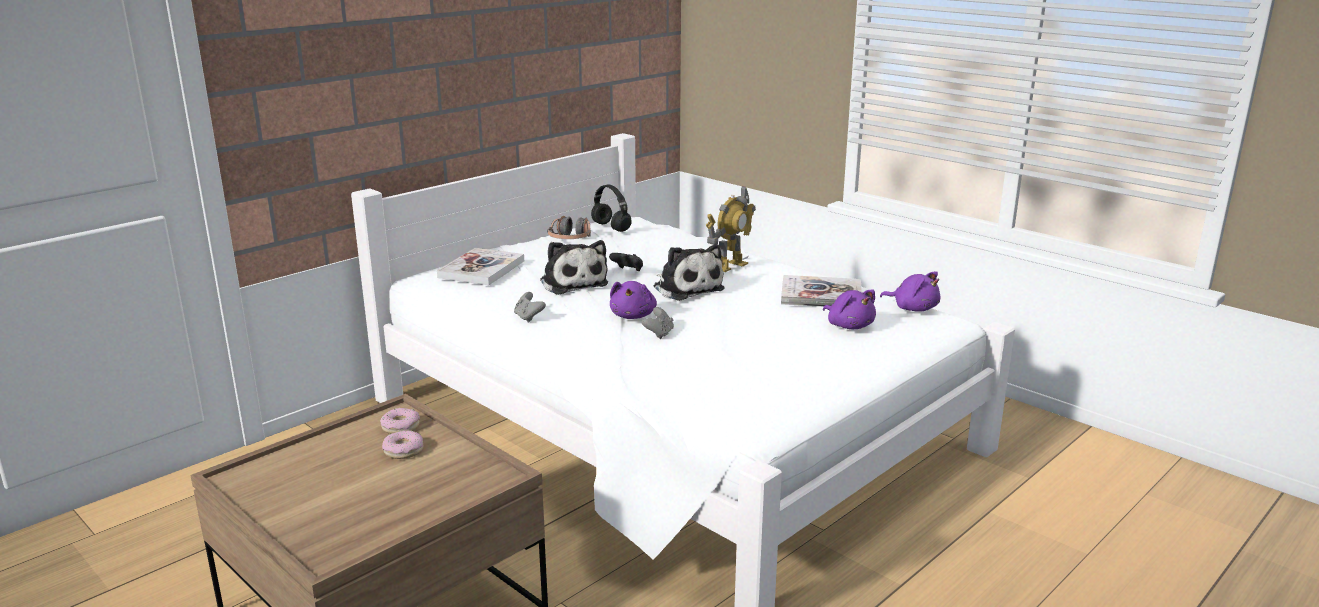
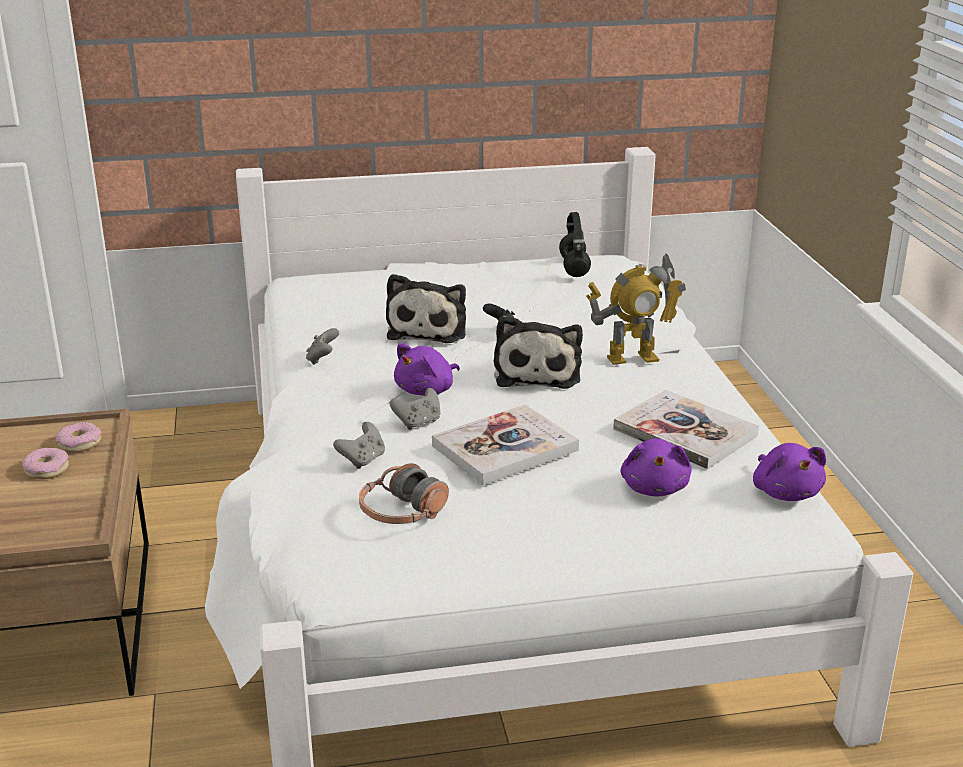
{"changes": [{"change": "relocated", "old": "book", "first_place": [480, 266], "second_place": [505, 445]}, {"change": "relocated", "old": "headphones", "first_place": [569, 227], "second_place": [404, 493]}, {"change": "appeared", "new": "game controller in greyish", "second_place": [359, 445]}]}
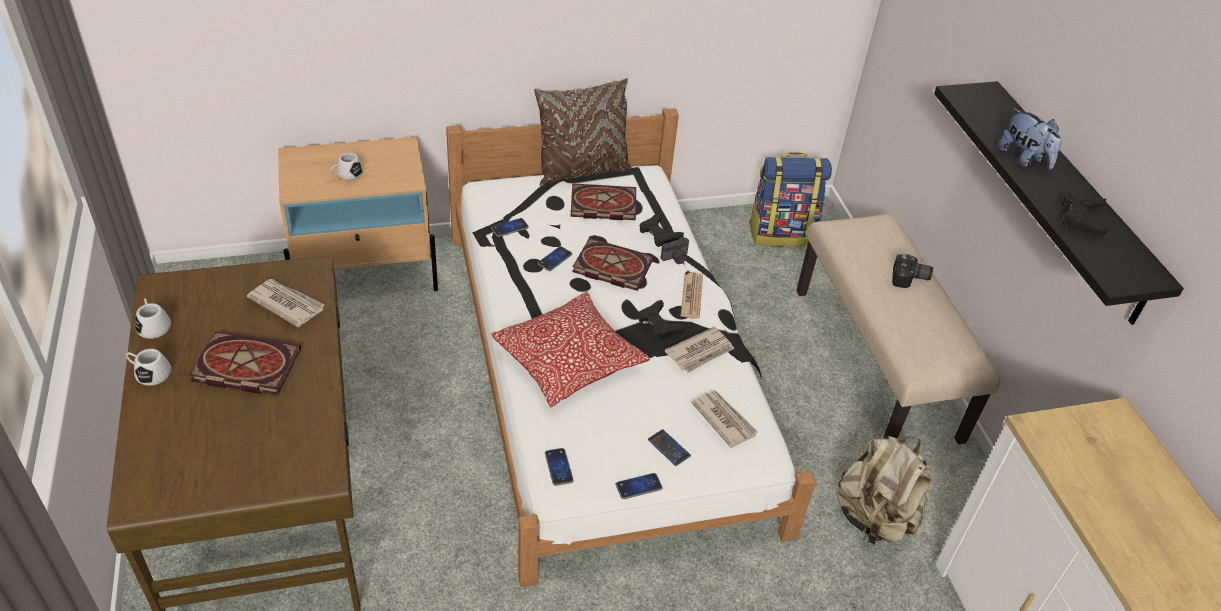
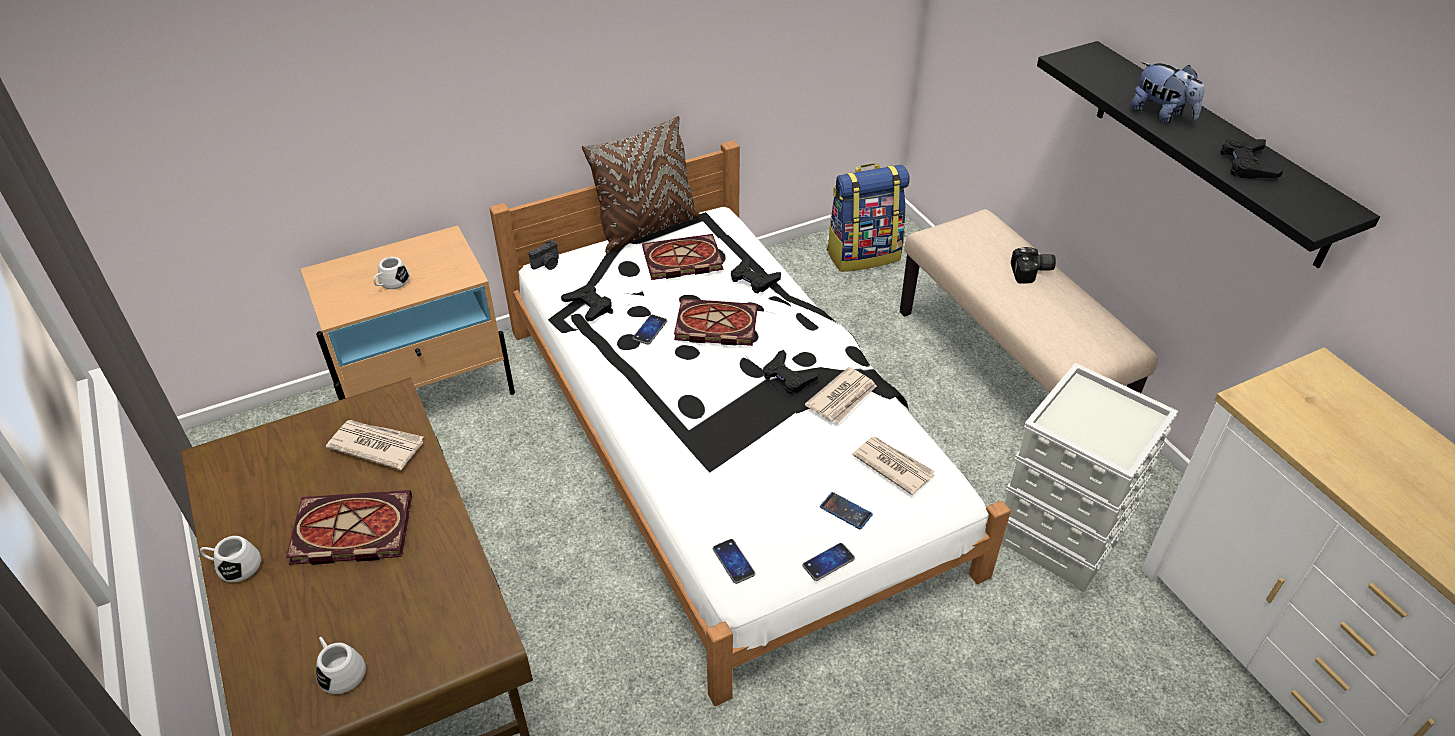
{"changes": [{"change": "relocated", "old": "tea mug in white-coloured", "first_place": [153, 318], "second_place": [341, 665]}, {"change": "exchanged", "old": "handset", "new": "game controller in black", "first_place": [510, 227], "second_place": [586, 303]}, {"change": "missing", "old": "pillow", "first_place": [570, 349]}, {"change": "relocated", "old": "still camera", "first_place": [675, 250], "second_place": [543, 255]}, {"change": "missing", "old": "daily paper", "first_place": [691, 296]}, {"change": "exchanged", "old": "knapsack in beige", "new": "storage container in greyish", "first_place": [883, 490], "second_place": [1090, 478]}]}
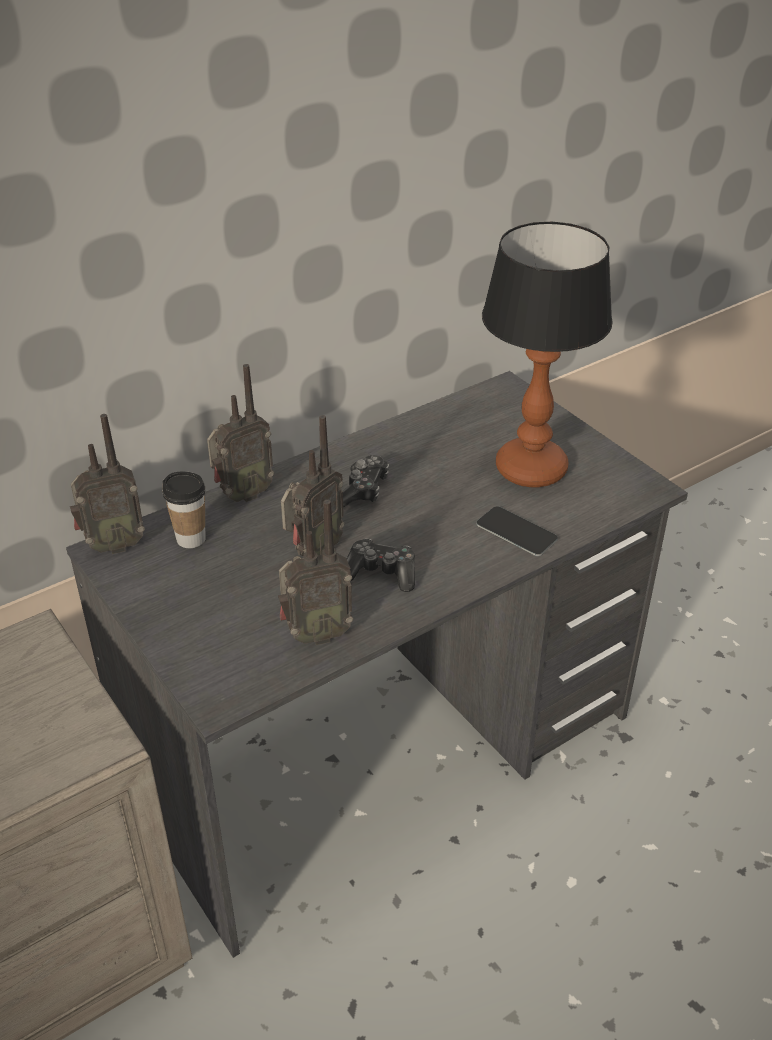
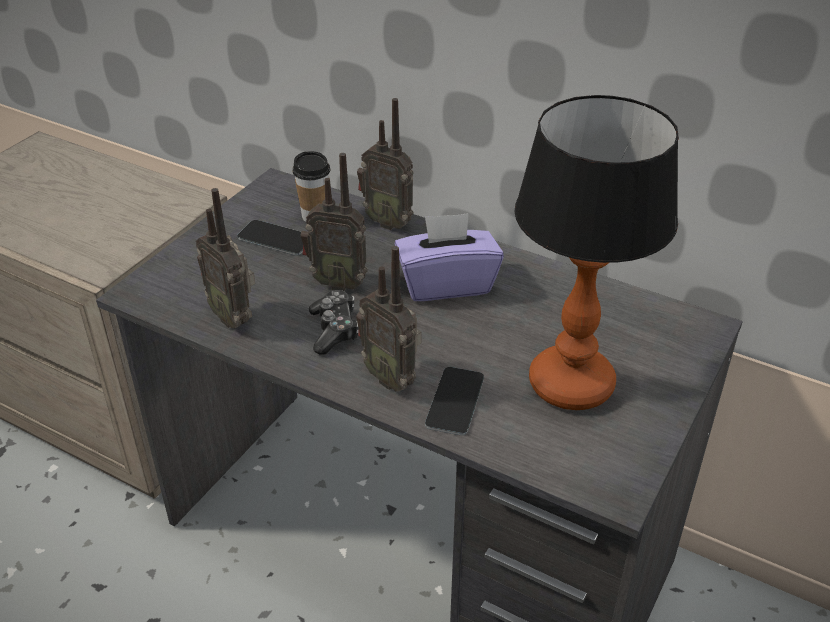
{"changes": [{"change": "relocated", "old": "radio receiver", "first_place": [107, 484], "second_place": [388, 318]}, {"change": "exchanged", "old": "game controller", "new": "tissue box in purple-coloured", "first_place": [366, 481], "second_place": [449, 257]}, {"change": "appeared", "new": "handset", "second_place": [270, 237]}]}
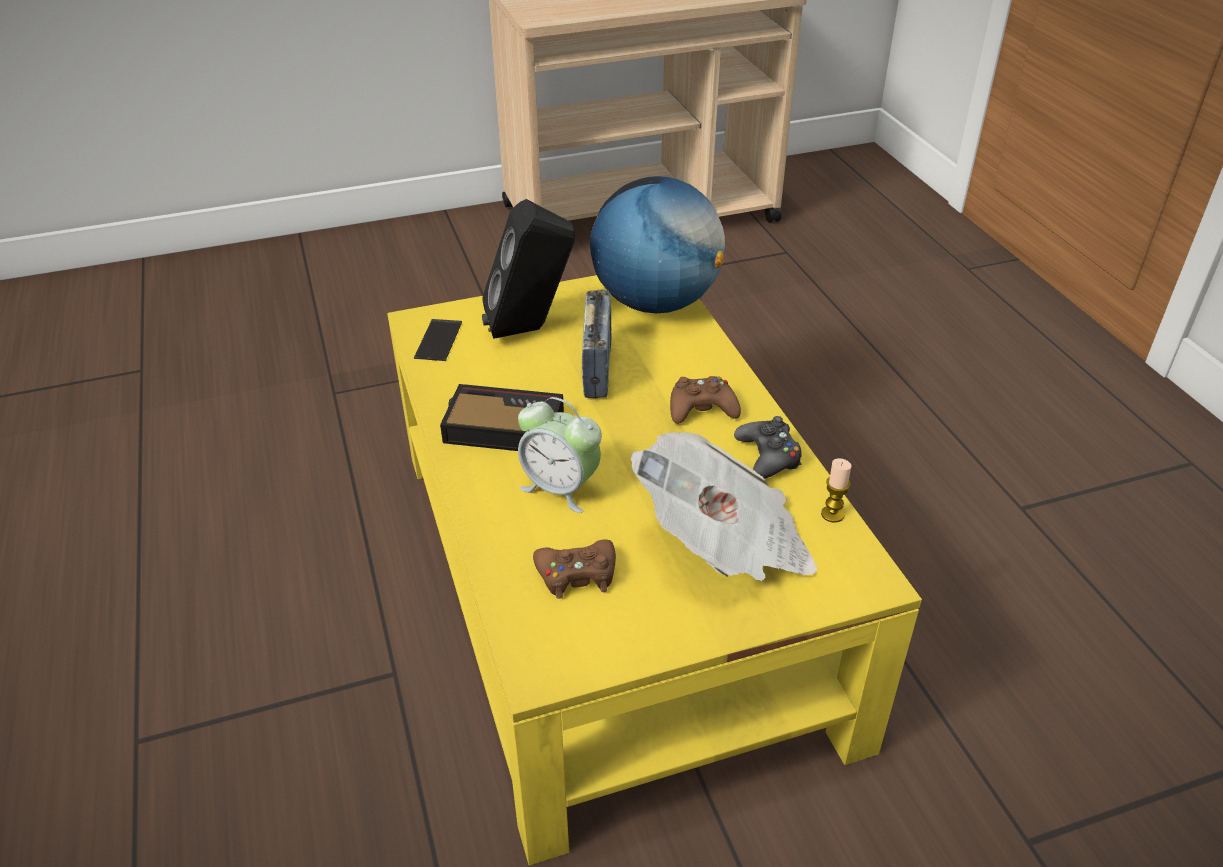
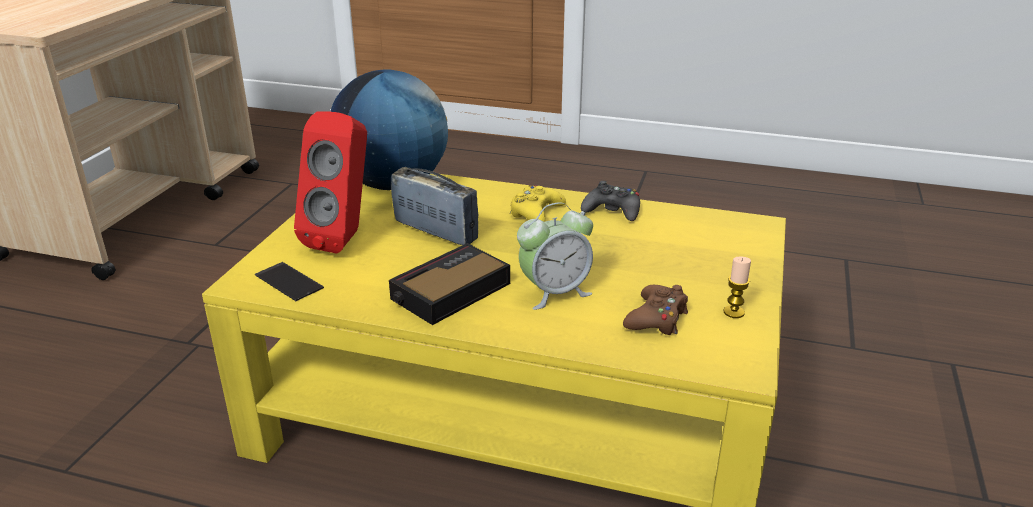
{"changes": [{"change": "colour", "old": "speaker in black", "new": "speaker in reddish", "first_place": [528, 269], "second_place": [330, 182]}, {"change": "missing", "old": "daily paper", "first_place": [724, 506]}, {"change": "colour", "old": "game controller in brown", "new": "game controller in yellowish", "first_place": [705, 400], "second_place": [538, 203]}, {"change": "relocated", "old": "wax light", "first_place": [836, 490], "second_place": [737, 287]}]}
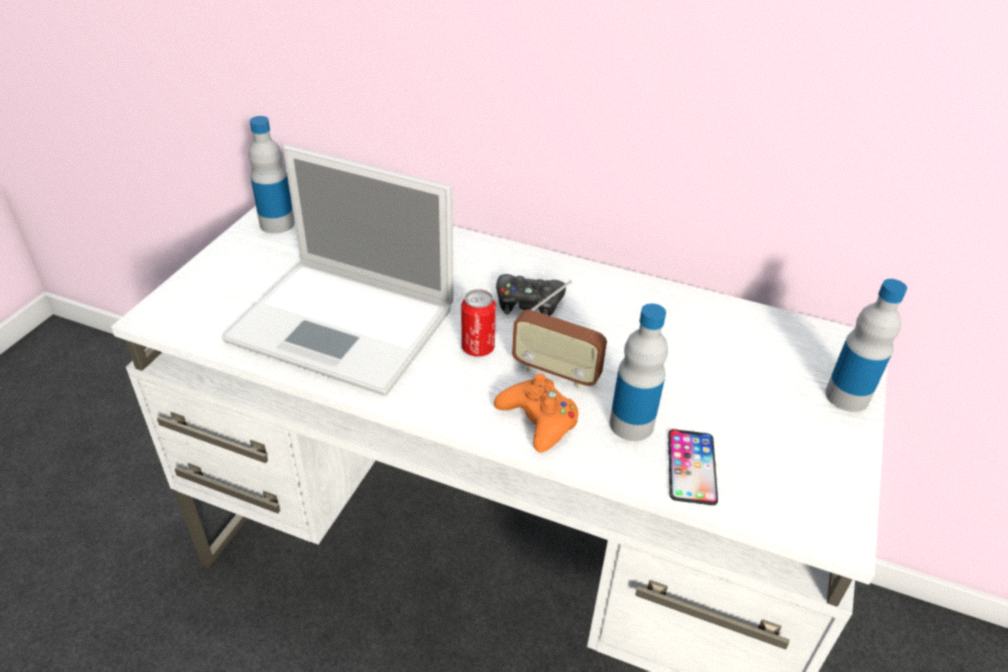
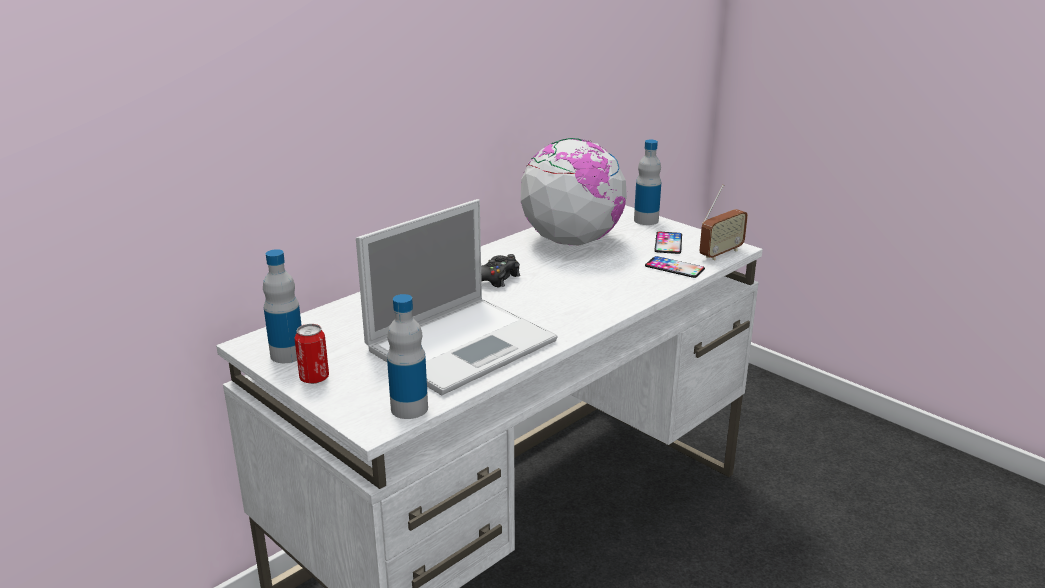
{"changes": [{"change": "relocated", "old": "sealed can", "first_place": [478, 323], "second_place": [311, 354]}, {"change": "missing", "old": "game controller in orangey", "first_place": [536, 413]}, {"change": "relocated", "old": "radio receiver", "first_place": [559, 334], "second_place": [723, 222]}, {"change": "relocated", "old": "bottle", "first_place": [639, 372], "second_place": [407, 356]}, {"change": "appeared", "new": "world globe", "second_place": [573, 192]}, {"change": "appeared", "new": "handset", "second_place": [668, 243]}]}
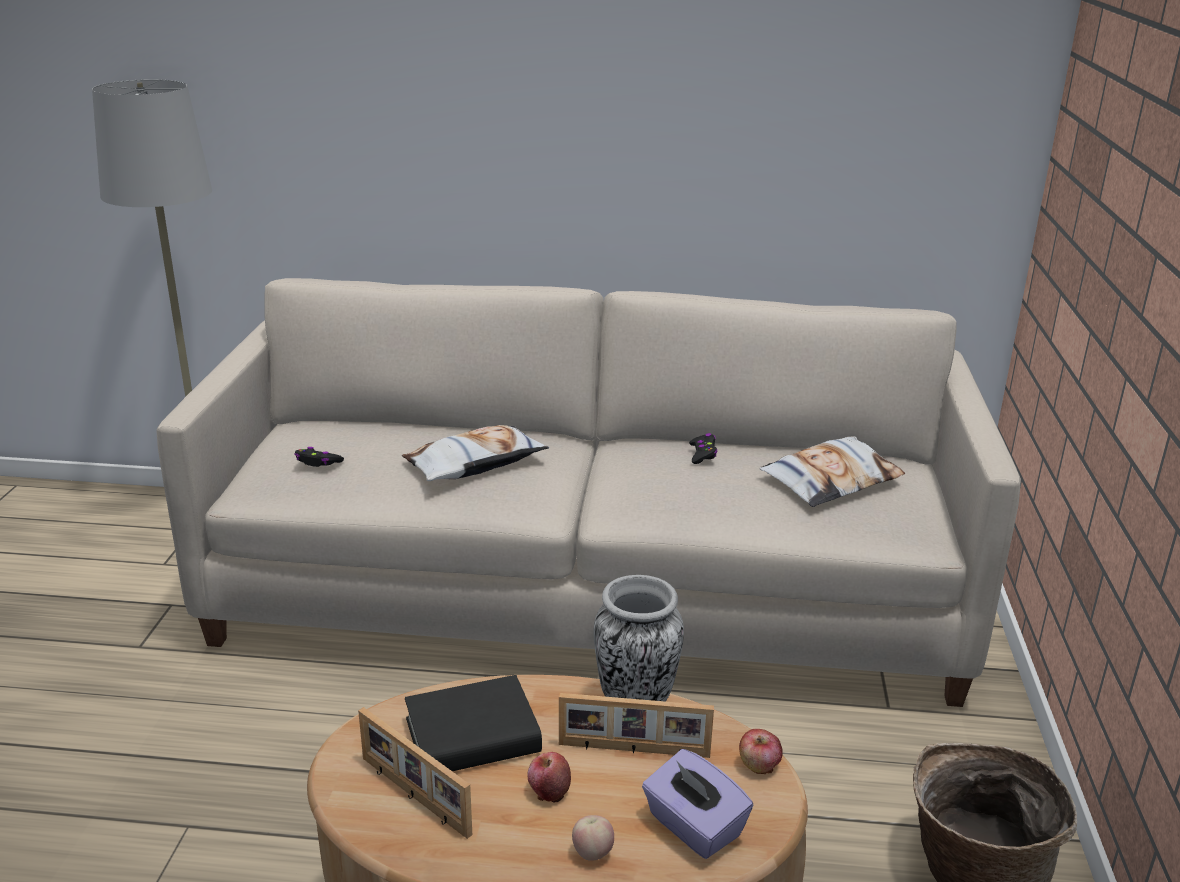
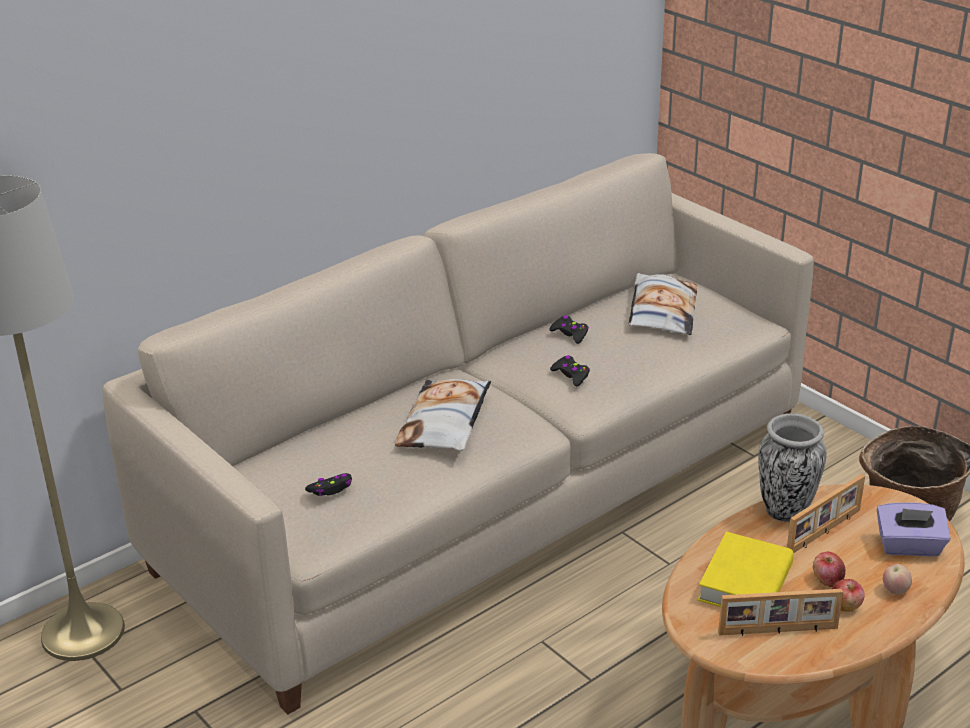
{"changes": [{"change": "colour", "old": "book in black", "new": "book in yellowish", "first_place": [473, 723], "second_place": [746, 569]}, {"change": "relocated", "old": "apple fruit", "first_place": [761, 751], "second_place": [848, 595]}, {"change": "appeared", "new": "game controller in black", "second_place": [570, 371]}]}
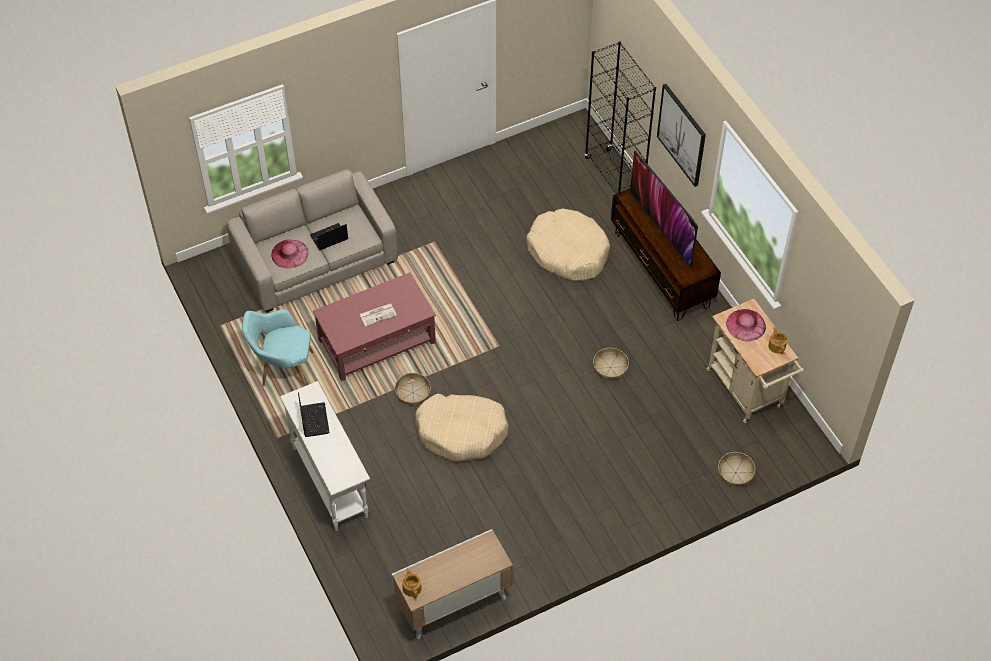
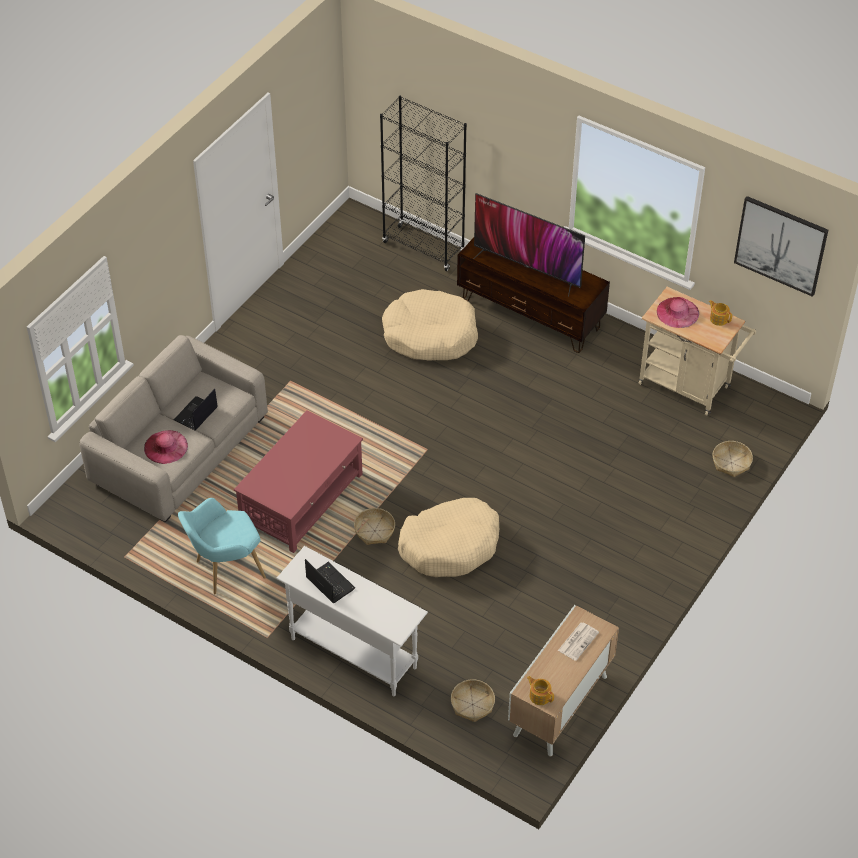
{"changes": [{"change": "relocated", "old": "daily paper", "first_place": [378, 315], "second_place": [578, 641]}, {"change": "relocated", "old": "household basket", "first_place": [611, 364], "second_place": [473, 701]}, {"change": "relocated", "old": "picture", "first_place": [681, 135], "second_place": [781, 246]}]}
